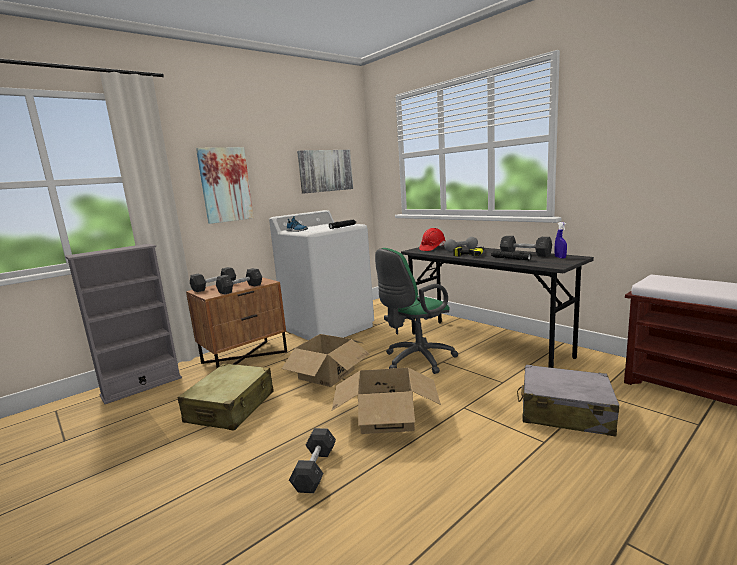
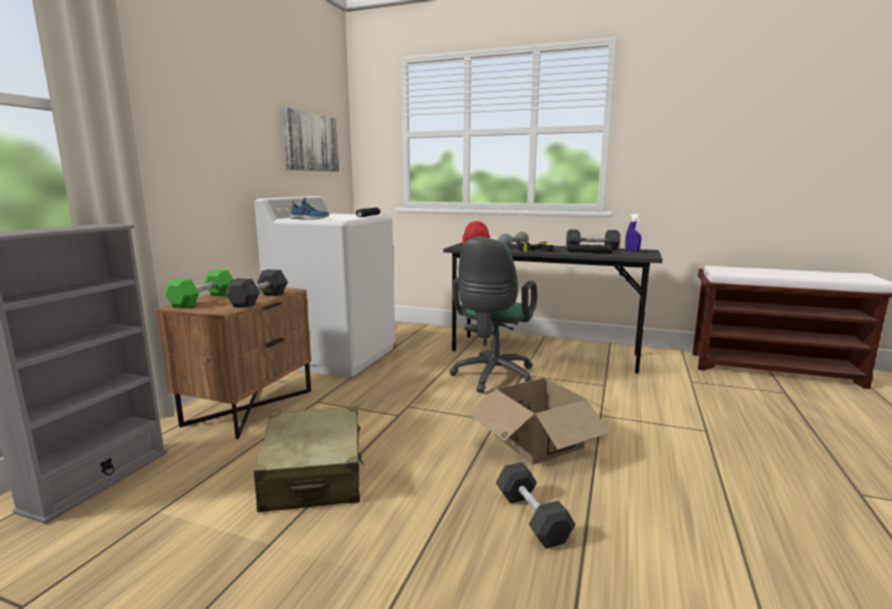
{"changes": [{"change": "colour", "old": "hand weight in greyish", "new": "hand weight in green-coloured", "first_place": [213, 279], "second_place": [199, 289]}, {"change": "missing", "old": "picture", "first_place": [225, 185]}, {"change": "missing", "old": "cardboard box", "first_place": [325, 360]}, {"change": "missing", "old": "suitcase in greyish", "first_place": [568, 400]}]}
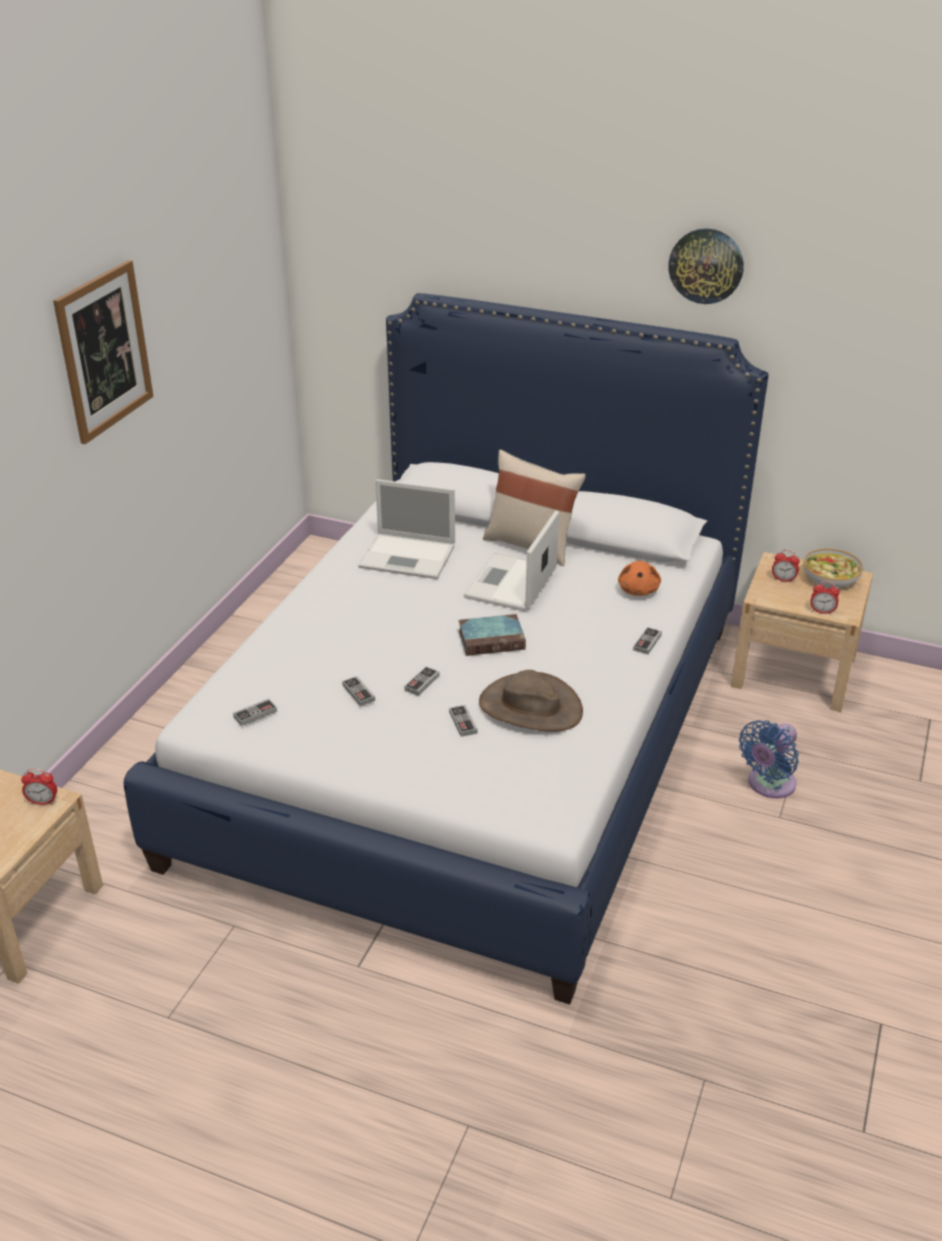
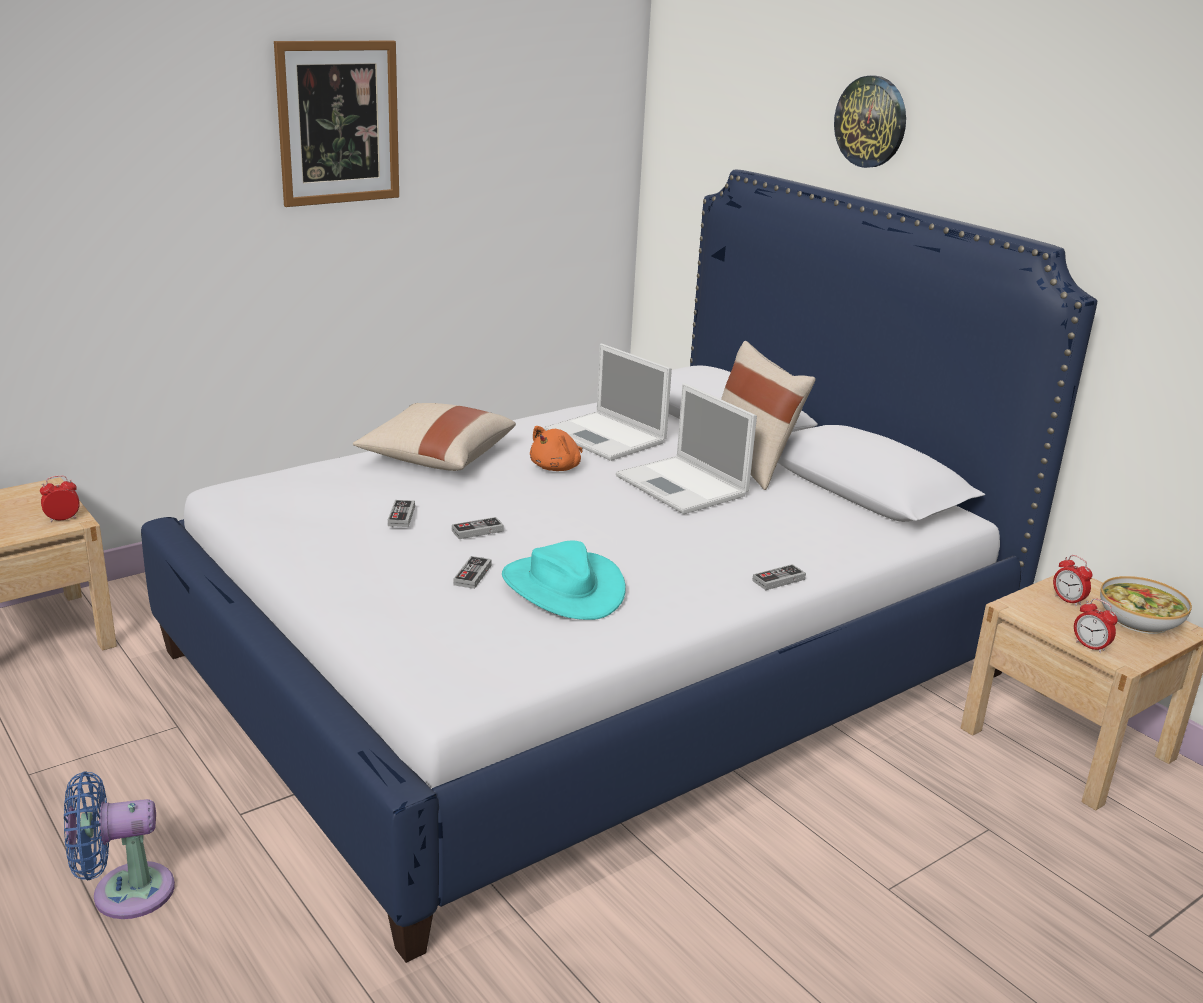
{"changes": [{"change": "spun", "old": "table clock", "first_place": [39, 787], "second_place": [60, 498], "degrees": 120}, {"change": "missing", "old": "game controller", "first_place": [255, 712]}, {"change": "missing", "old": "book", "first_place": [492, 635]}, {"change": "spun", "old": "portable computer", "first_place": [511, 560], "second_place": [686, 448], "degrees": -90}, {"change": "colour", "old": "wearable hat in brown", "new": "wearable hat in turquoise", "first_place": [531, 701], "second_place": [564, 580]}, {"change": "relocated", "old": "plush toy in orangey", "first_place": [639, 578], "second_place": [556, 448]}, {"change": "relocated", "old": "hanging clock", "first_place": [706, 266], "second_place": [870, 121]}, {"change": "relocated", "old": "fan in blue-coloured", "first_place": [769, 759], "second_place": [119, 845]}, {"change": "appeared", "new": "pillow in beige", "second_place": [434, 437]}]}
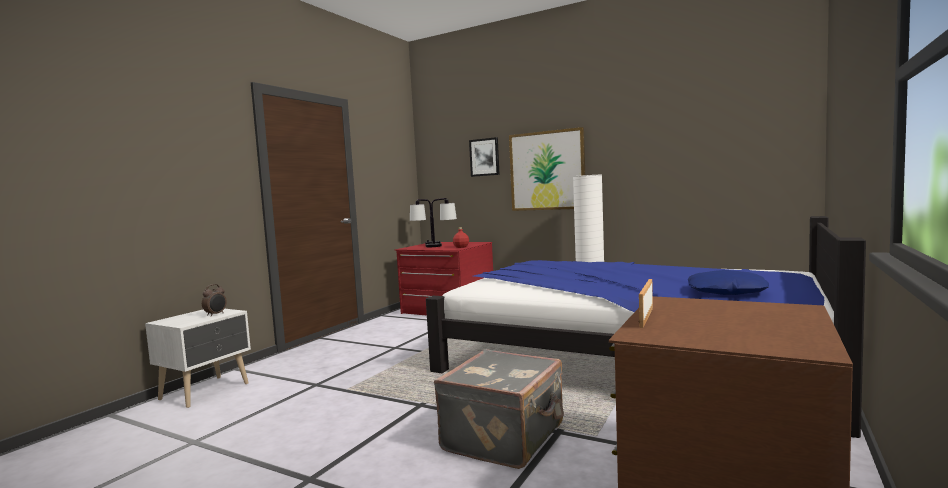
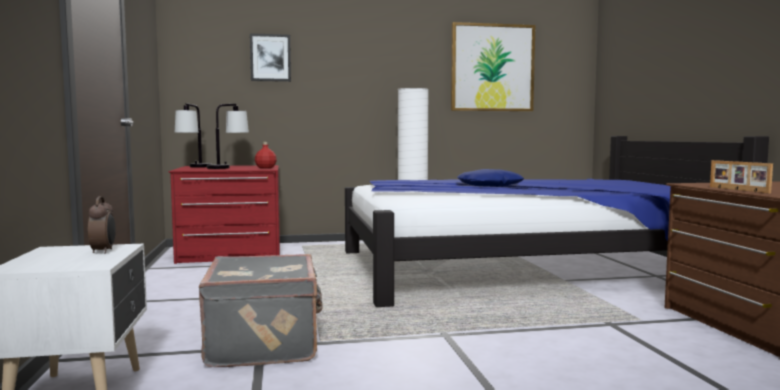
{"changes": [{"change": "relocated", "old": "suitcase in greyish", "first_place": [499, 409], "second_place": [261, 310]}, {"change": "relocated", "old": "picture", "first_place": [547, 169], "second_place": [493, 66]}, {"change": "relocated", "old": "pillow in blue-coloured", "first_place": [728, 282], "second_place": [490, 178]}]}
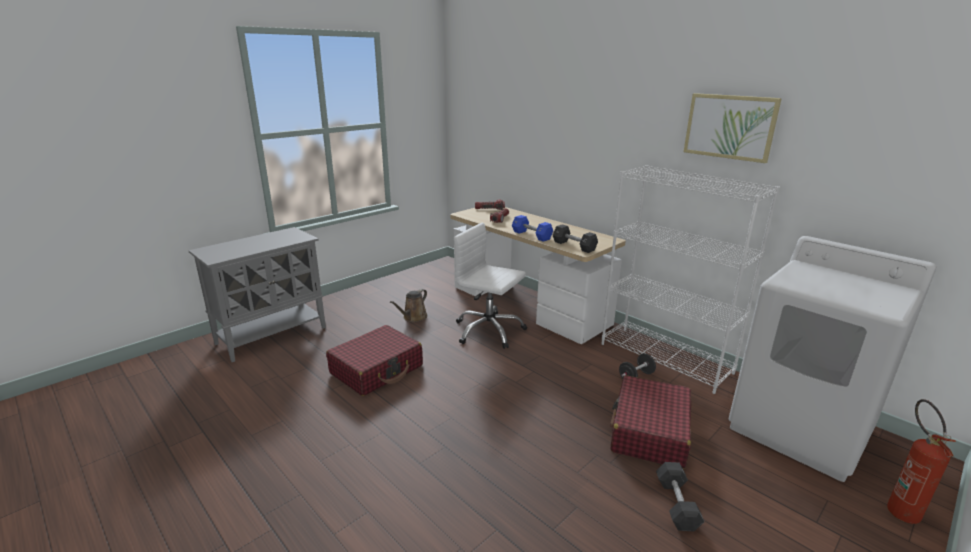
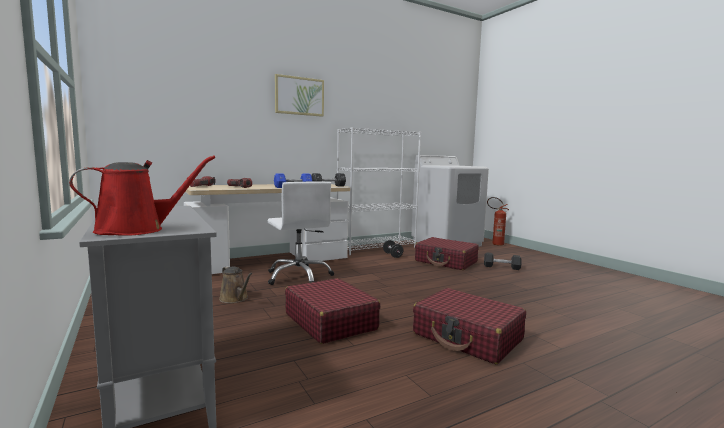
{"changes": [{"change": "spun", "old": "desk chair in white-coloured", "first_place": [490, 286], "second_place": [301, 233], "degrees": -75}, {"change": "relocated", "old": "picture", "first_place": [733, 128], "second_place": [299, 95]}, {"change": "appeared", "new": "sprinkling can in reddish", "second_place": [142, 196]}, {"change": "appeared", "new": "suitcase in reddish", "second_place": [469, 326]}]}
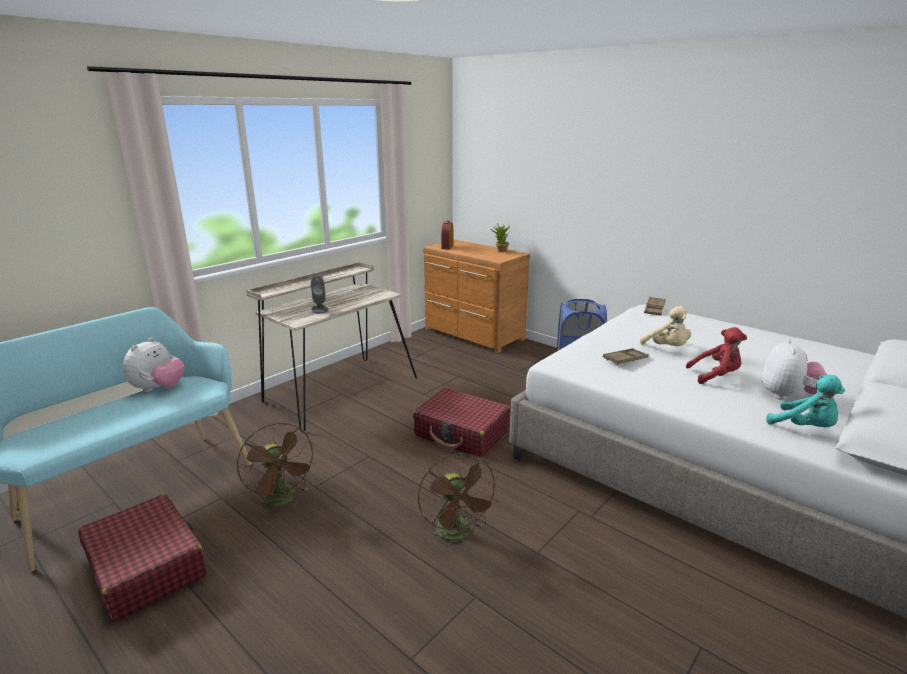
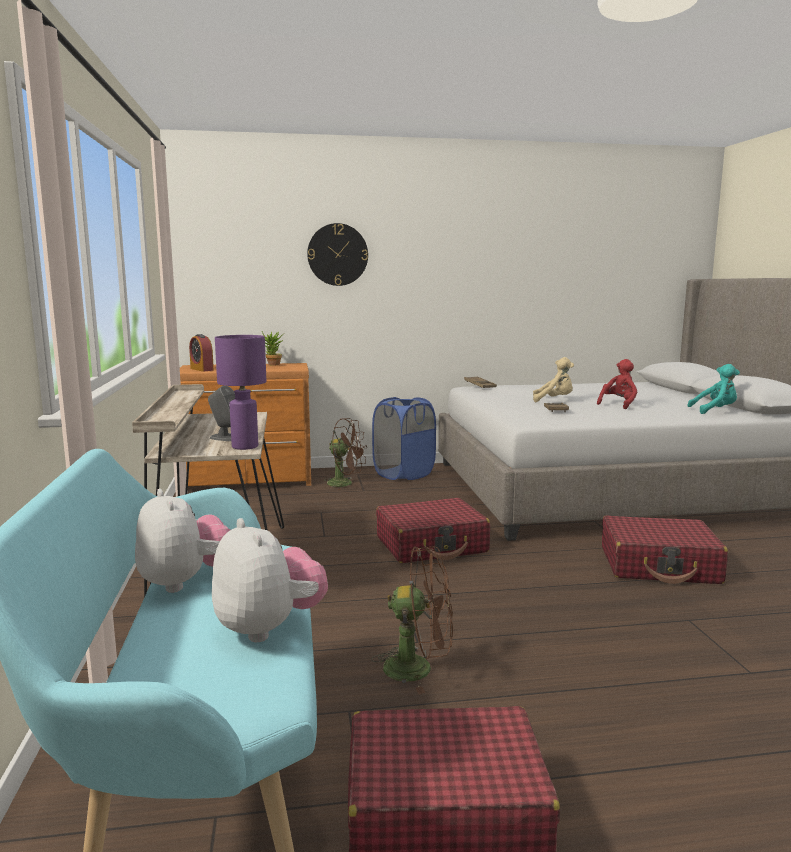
{"changes": [{"change": "relocated", "old": "fan in brown", "first_place": [458, 500], "second_place": [345, 454]}, {"change": "relocated", "old": "plush toy", "first_place": [794, 369], "second_place": [270, 580]}, {"change": "appeared", "new": "table lamp in purple-coloured", "second_place": [240, 392]}, {"change": "appeared", "new": "hanging clock", "second_place": [337, 254]}, {"change": "appeared", "new": "suitcase in reddish", "second_place": [665, 549]}]}
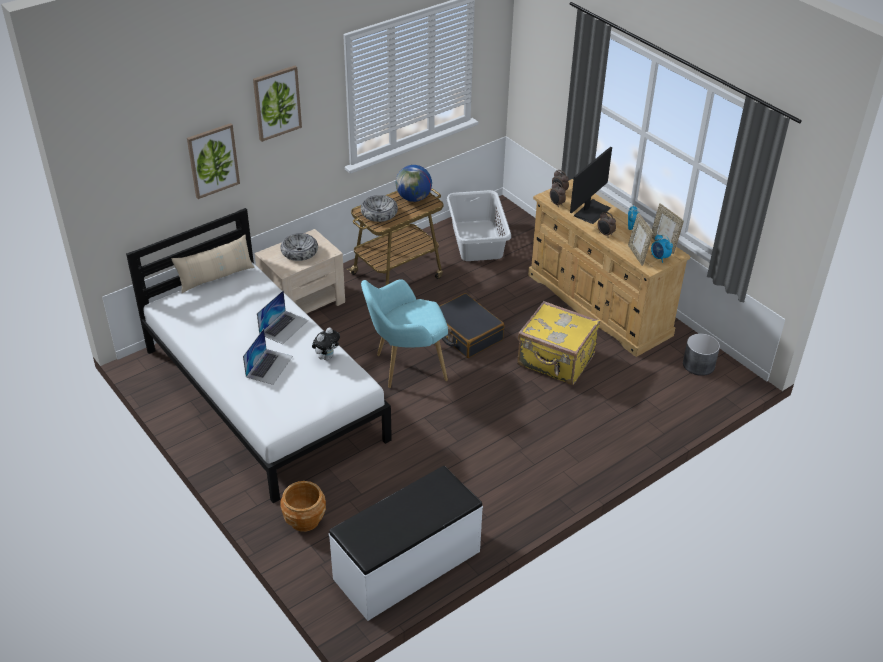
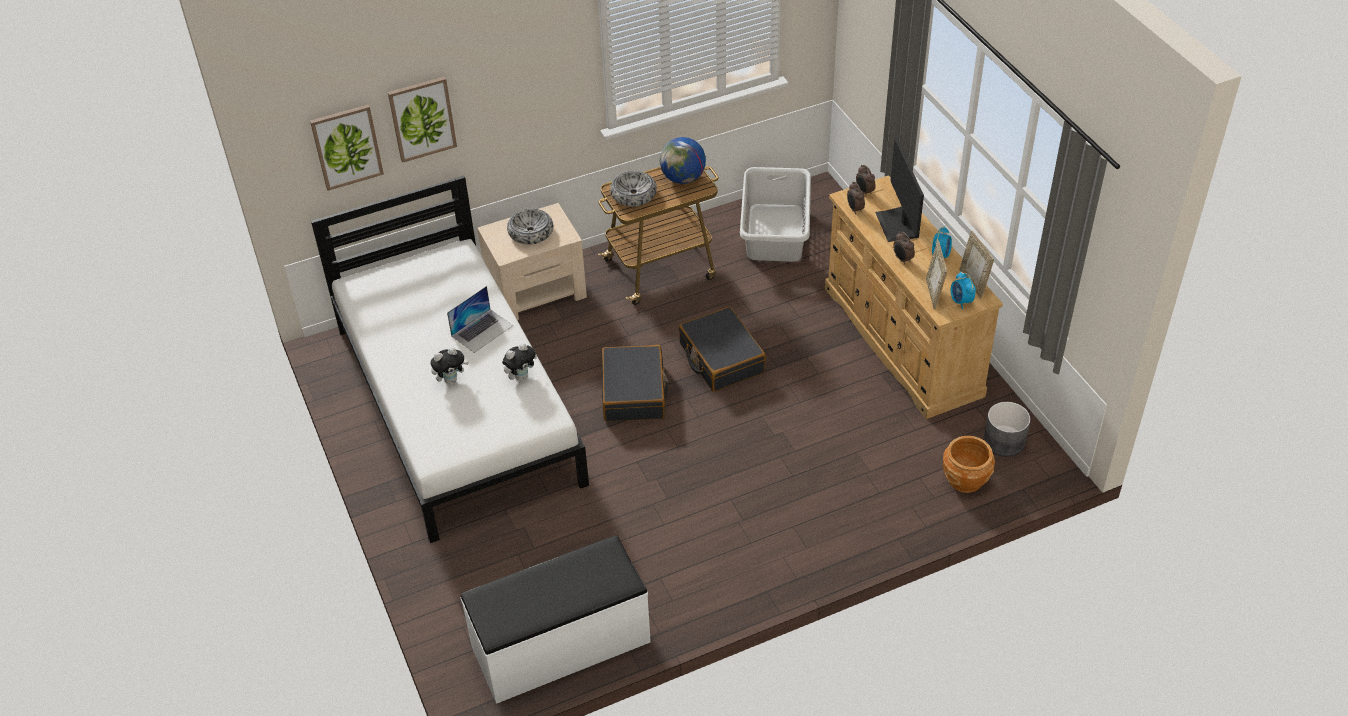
{"changes": [{"change": "missing", "old": "pillow in beige", "first_place": [213, 264]}, {"change": "exchanged", "old": "portable computer", "new": "plush toy", "first_place": [268, 357], "second_place": [449, 365]}, {"change": "relocated", "old": "picture", "first_place": [277, 104], "second_place": [347, 147]}, {"change": "relocated", "old": "flower pot in brown", "first_place": [303, 506], "second_place": [969, 464]}, {"change": "exchanged", "old": "easy chair in turquoise", "new": "suitcase in black", "first_place": [404, 333], "second_place": [634, 383]}, {"change": "missing", "old": "suitcase in yellowish", "first_place": [558, 343]}, {"change": "spun", "old": "computer display", "first_place": [591, 185], "second_place": [899, 190], "degrees": 120}]}
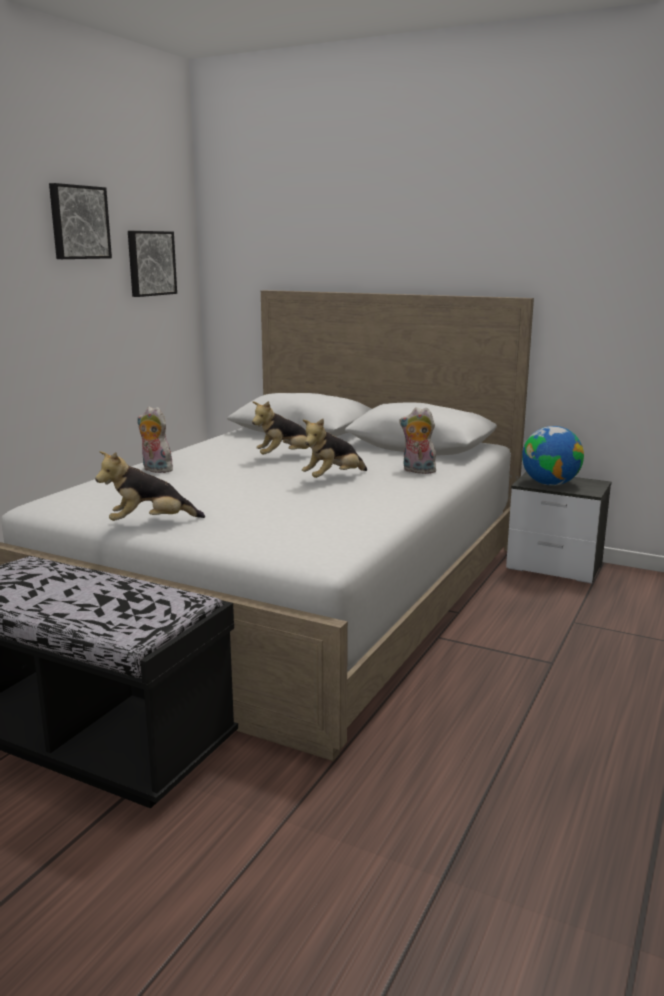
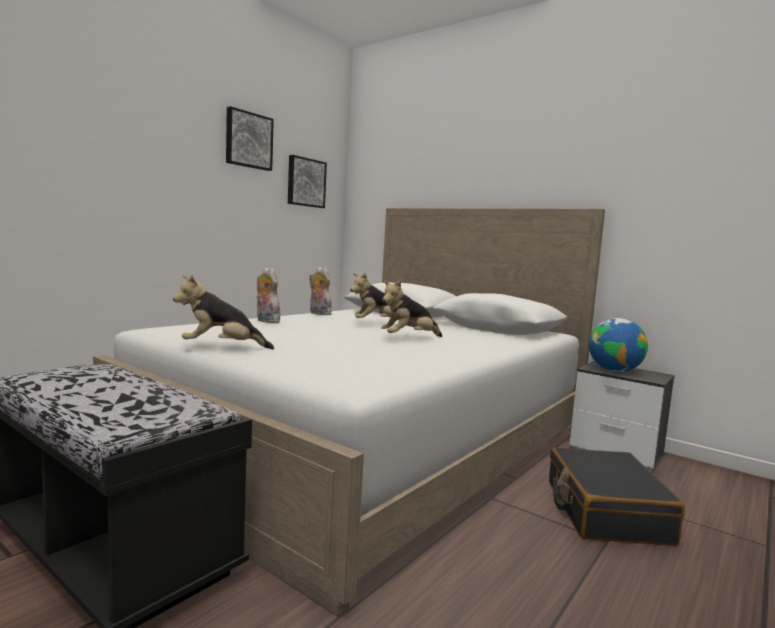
{"changes": [{"change": "relocated", "old": "plush toy", "first_place": [418, 440], "second_place": [320, 291]}, {"change": "appeared", "new": "suitcase in black", "second_place": [617, 496]}]}
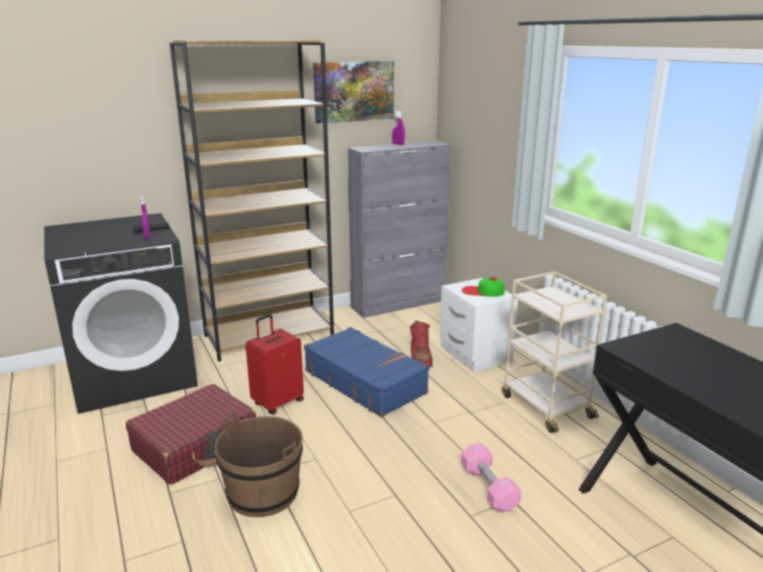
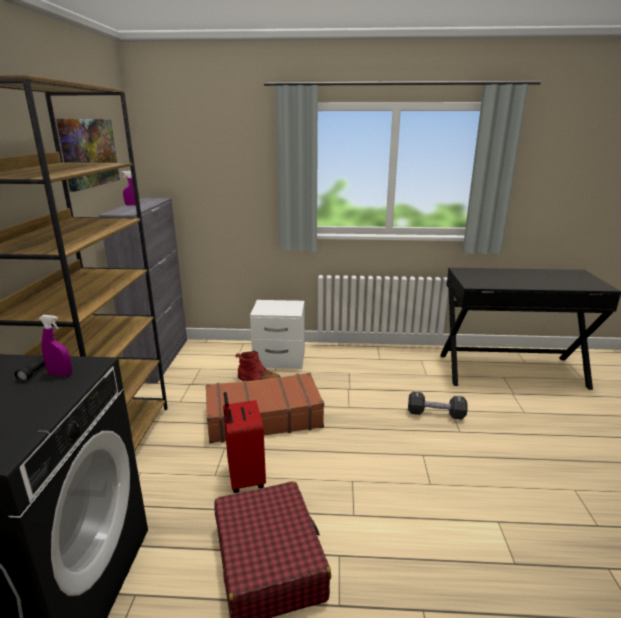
{"changes": [{"change": "missing", "old": "water bucket in brown", "first_place": [259, 464]}, {"change": "colour", "old": "suitcase in blue-coloured", "new": "suitcase in brown", "first_place": [366, 372], "second_place": [265, 408]}, {"change": "colour", "old": "hand weight in pink-coloured", "new": "hand weight in black", "first_place": [491, 478], "second_place": [437, 405]}, {"change": "missing", "old": "peaked cap", "first_place": [483, 287]}, {"change": "missing", "old": "cart in beige", "first_place": [554, 352]}]}
